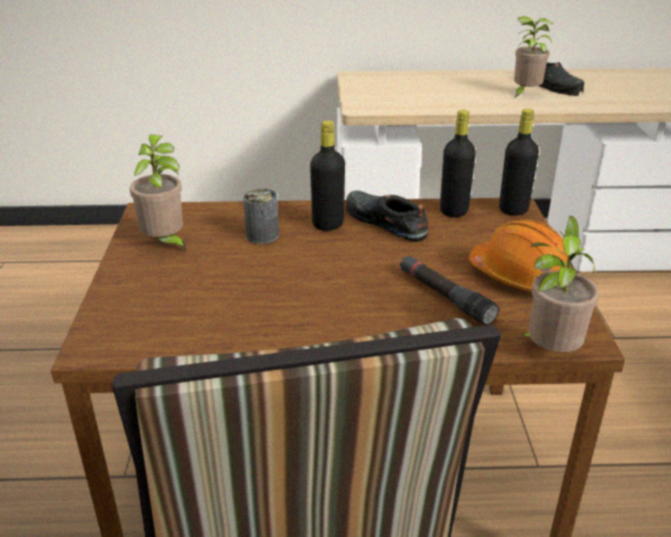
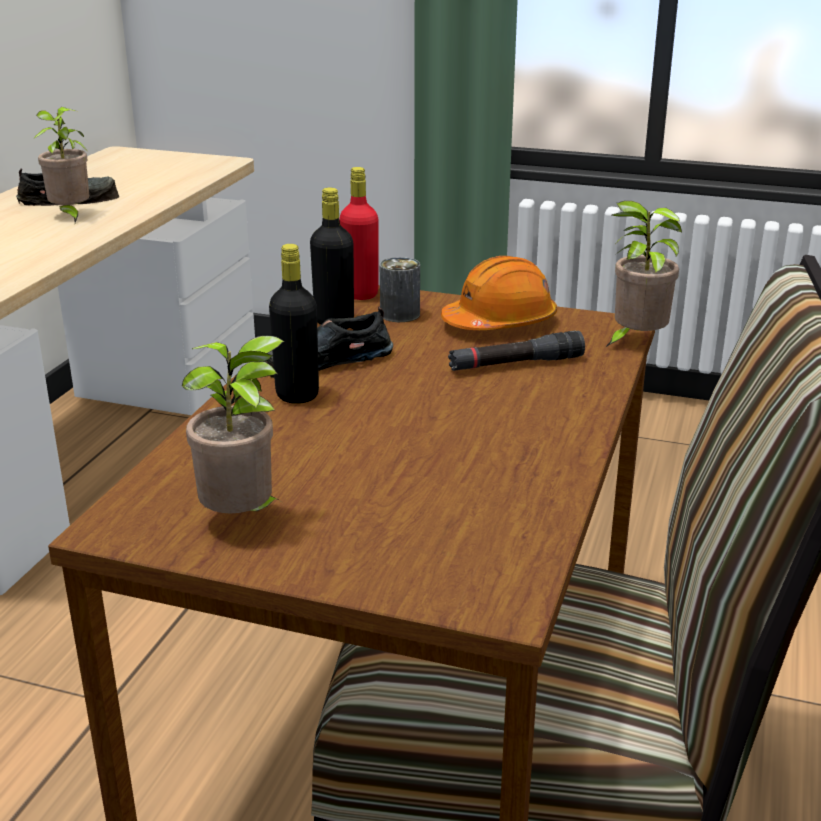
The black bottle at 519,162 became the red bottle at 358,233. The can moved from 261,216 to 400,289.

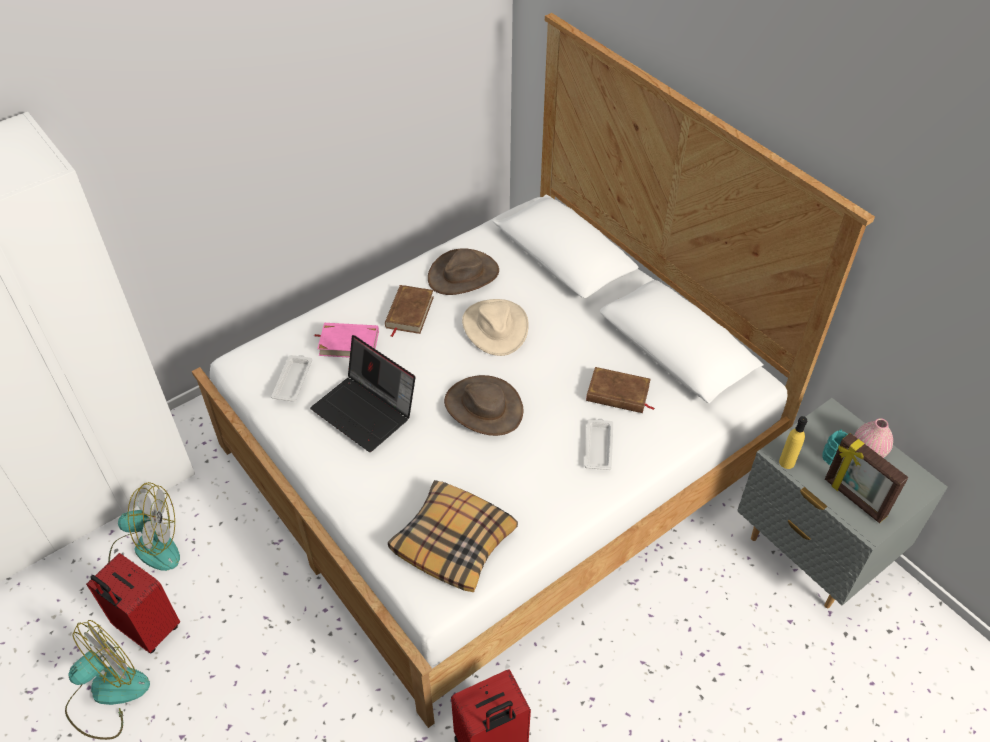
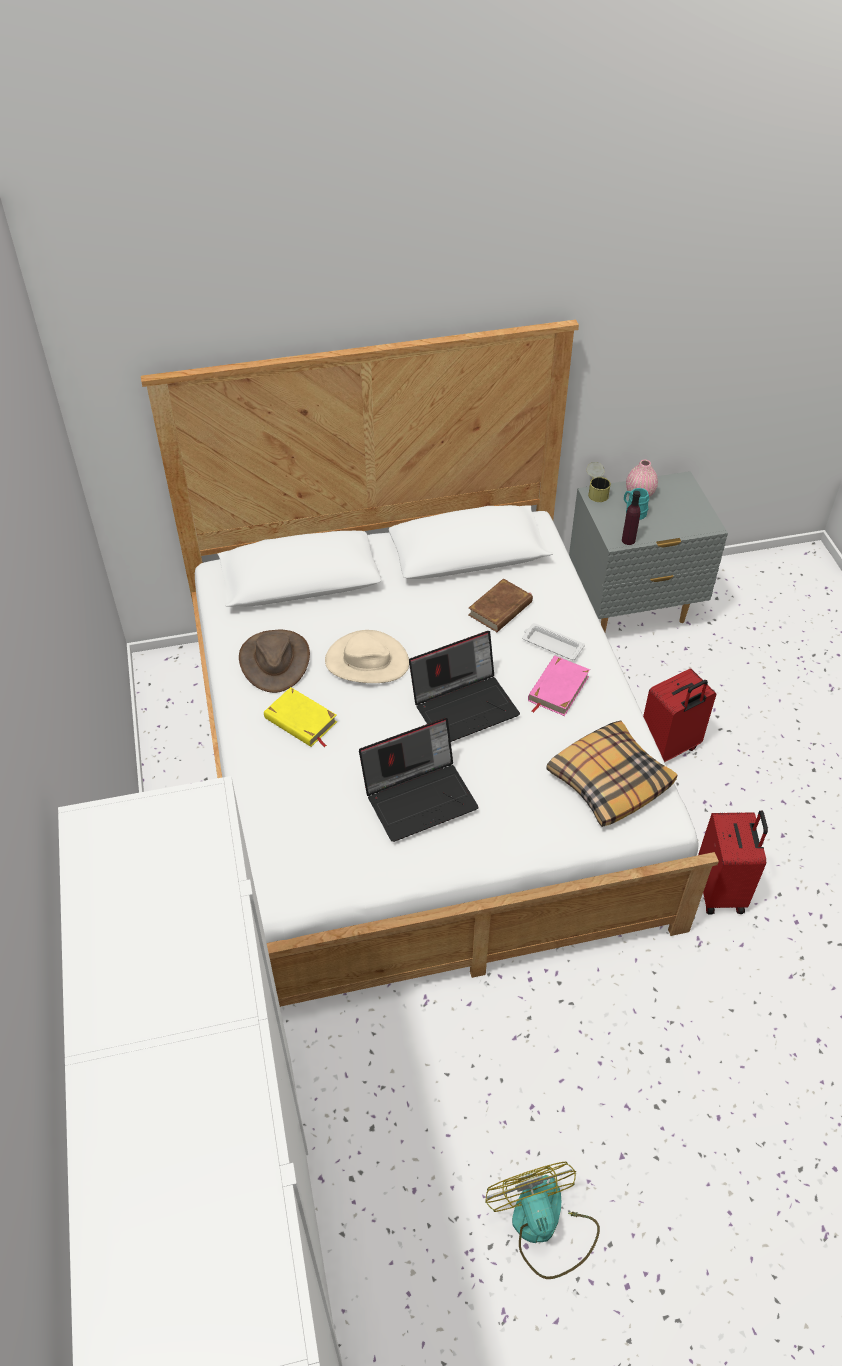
The brown book at 409,311 became the yellow book at 300,717. The brown hat at 483,405 was replaced by the laptop at 464,686. The pink book moved from 346,340 to 559,686. The can at 599,482 appeared. The yellow bottle at 793,442 became the purple bottle at 631,518. The red suitcase moved from 133,603 to 679,715. The fan at 144,526 disappeared. The white tray at 291,378 disappeared. The picture frame at 866,478 disappeared.

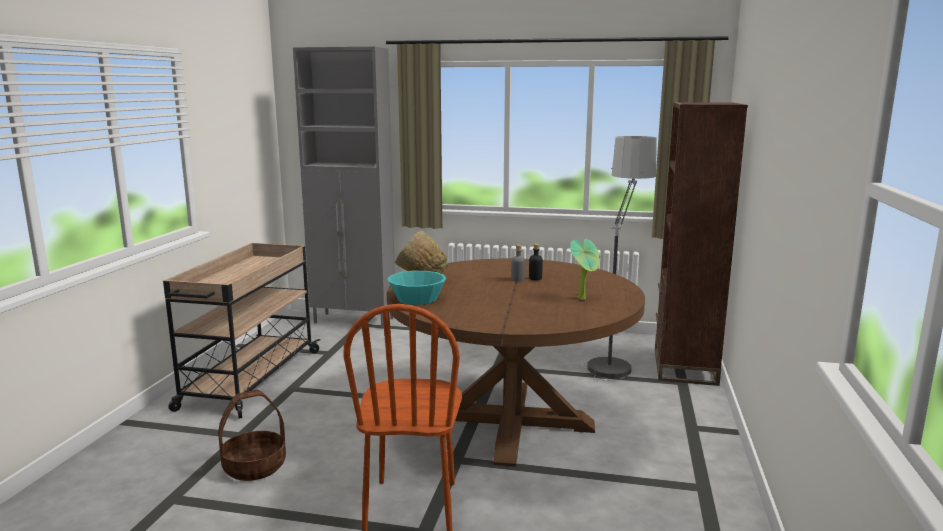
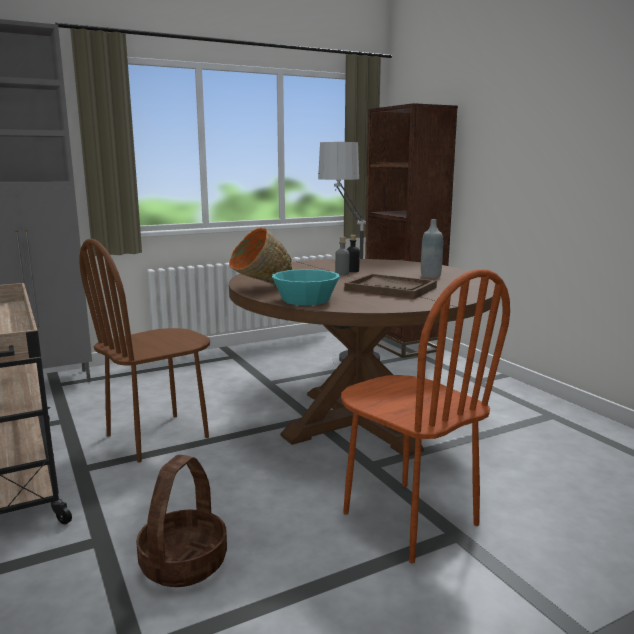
The brown chair at 144,351 appeared. The brown tray at 390,286 appeared. The potted plant at 584,269 was replaced by the grey bottle at 432,248.

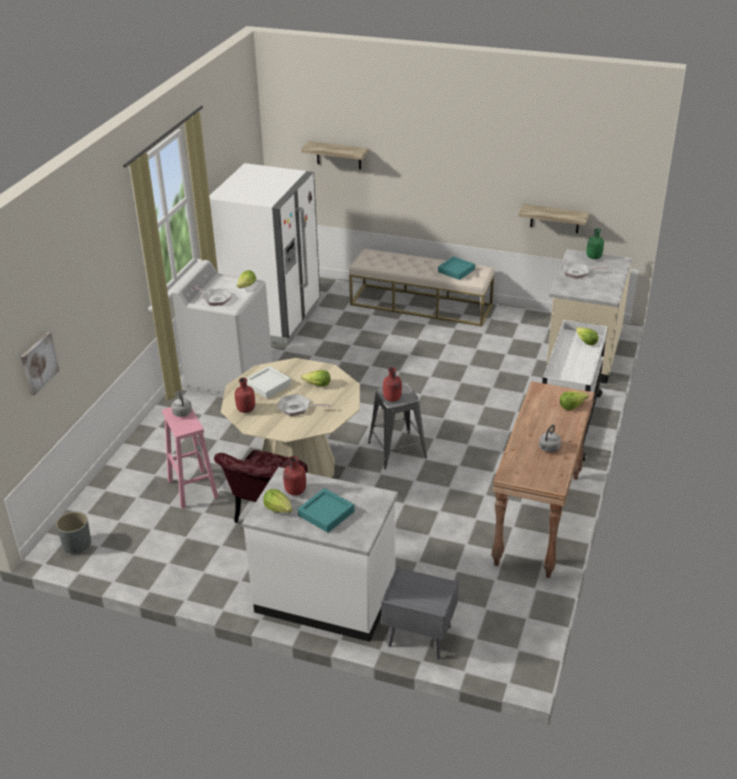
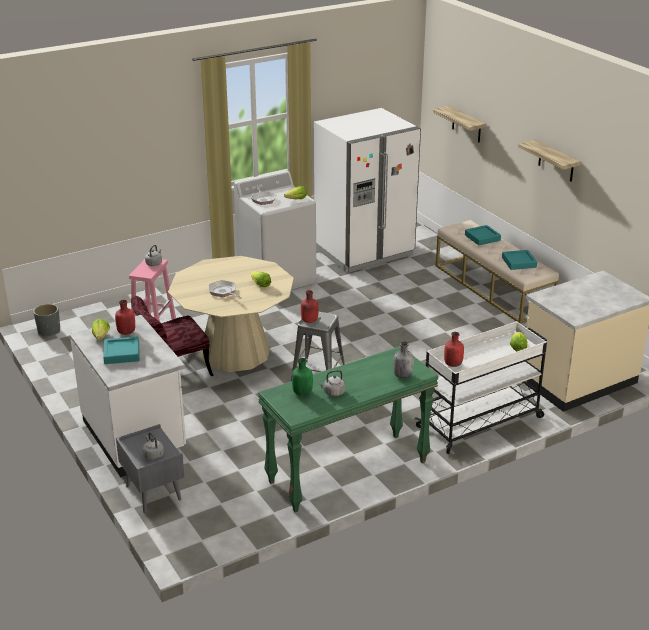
The grey kettle at 153,446 appeared. The brown console table at 543,479 became the green console table at 348,429. The green bottle moved from 595,244 to 302,377. The lettuce at 574,400 was replaced by the grey bottle at 403,359. The red bottle moved from 245,395 to 454,349. The turquoise tray at 483,235 appeared. The shelf moved from 553,218 to 549,161. The picture at 40,364 disappeared. The white tray at 269,382 disappeared. The frying pan at 586,270 disappeared.

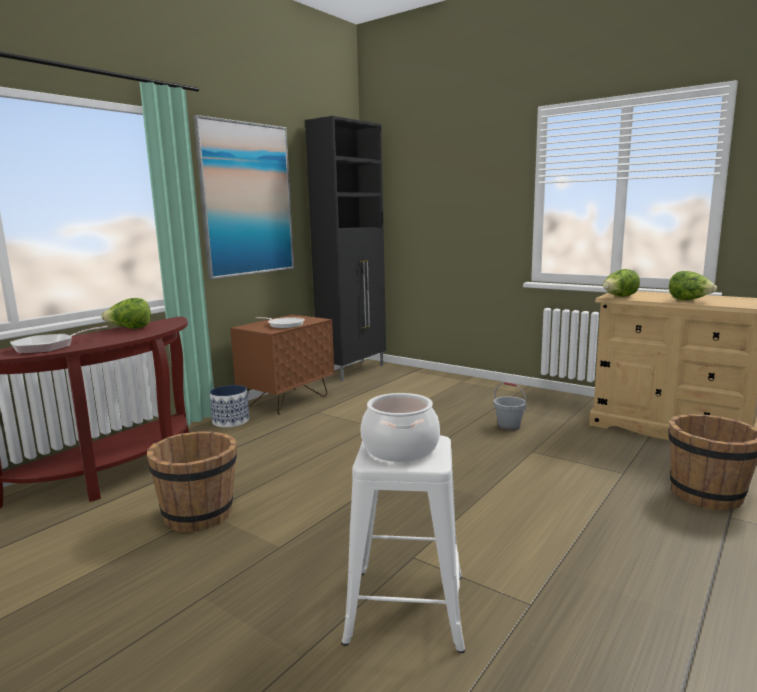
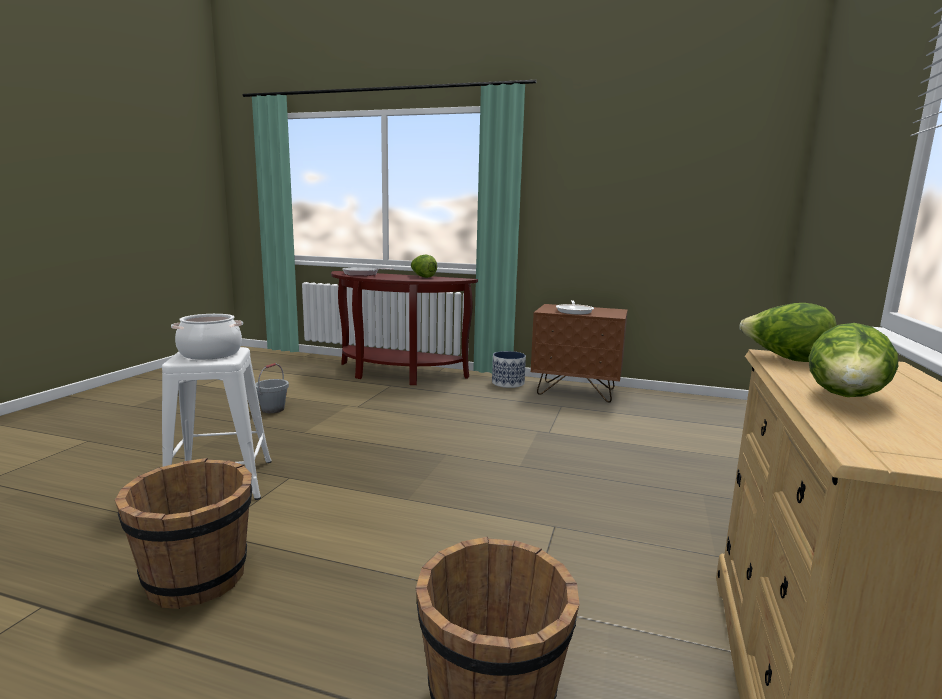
The brown bucket moved from 192,481 to 183,533. The grey bucket moved from 510,406 to 272,388. The picture at 243,197 disappeared. The black cabinet at 345,248 disappeared.

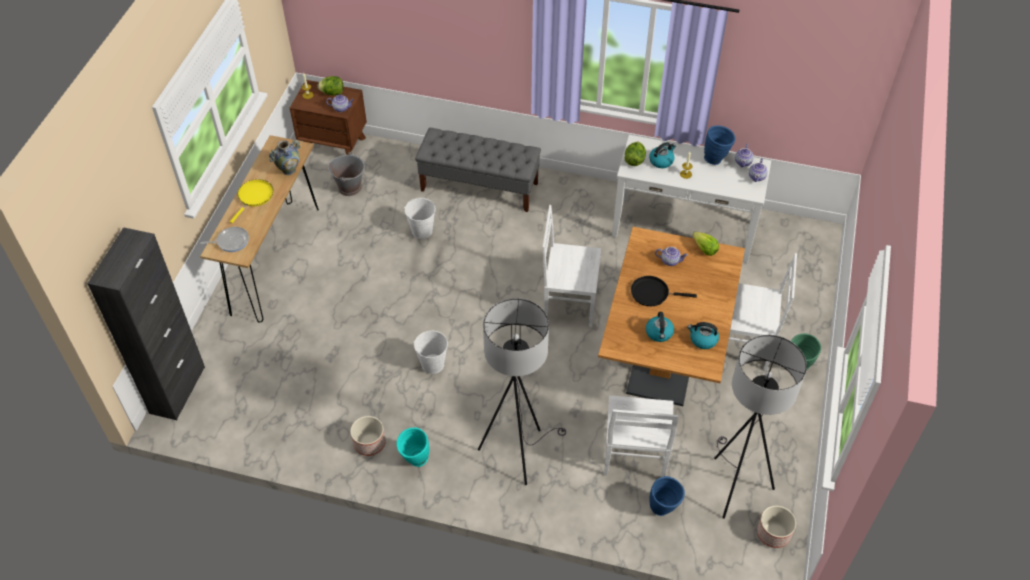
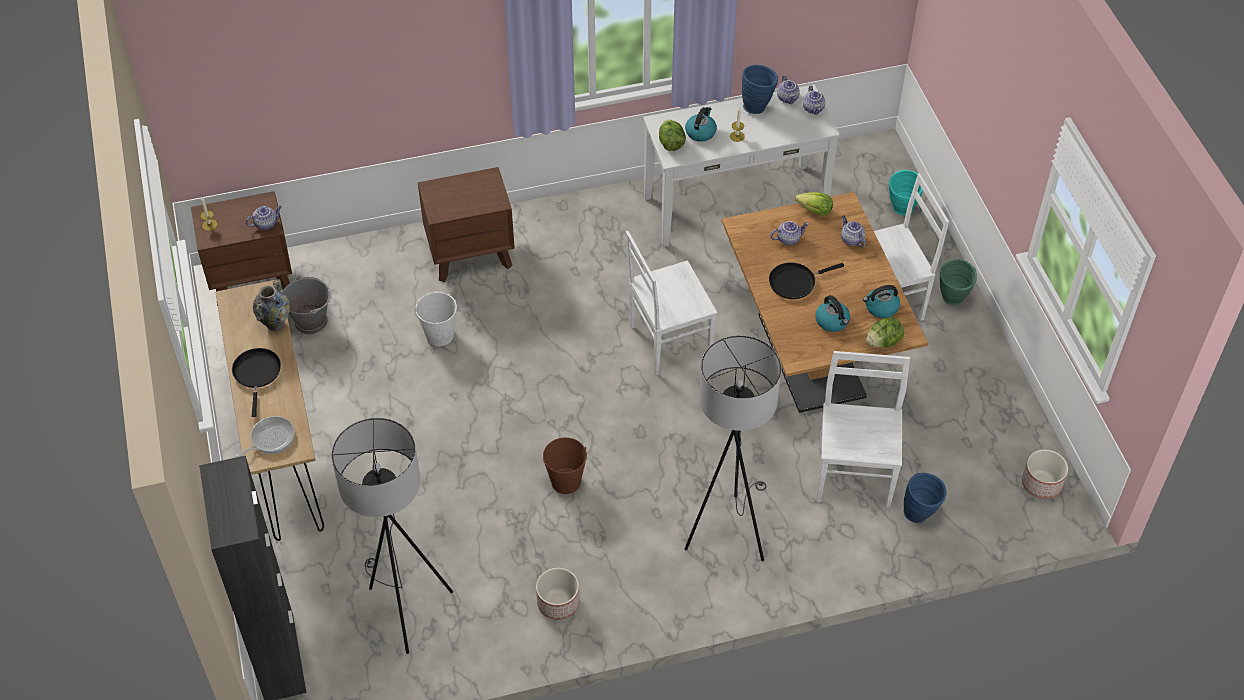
The yellow frying pan at 251,201 became the black frying pan at 256,382. The grey floor lamp moved from 760,427 to 392,536. The grey bench at 478,170 was replaced by the brown nightstand at 466,224. The white bucket at 431,352 became the brown bucket at 565,465. The white chair at 641,436 turned 150 degrees counterclockwise. The teapot at 853,231 appeared. The lettuce moved from 330,86 to 885,332. The turquoise vase moved from 412,447 to 906,192.

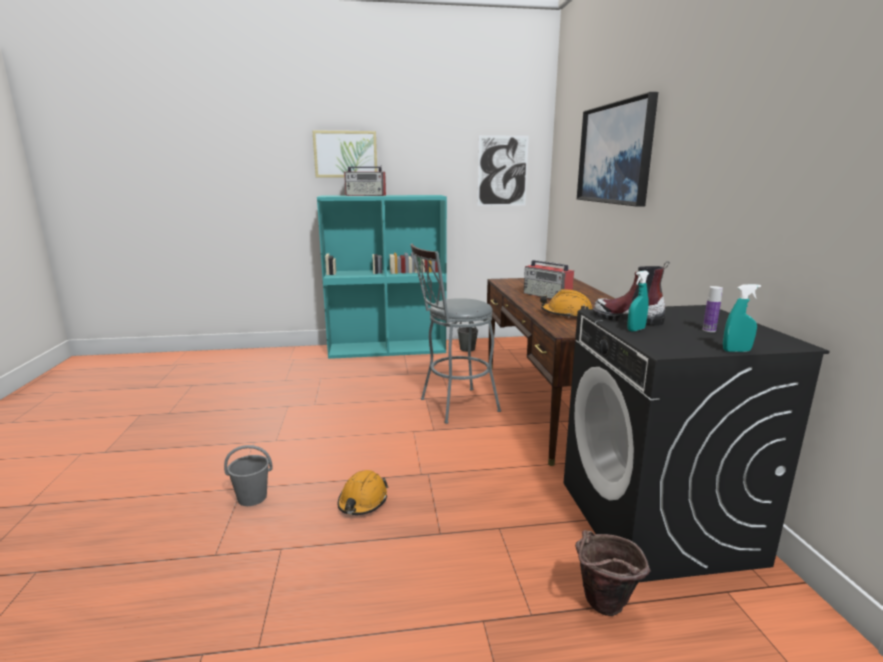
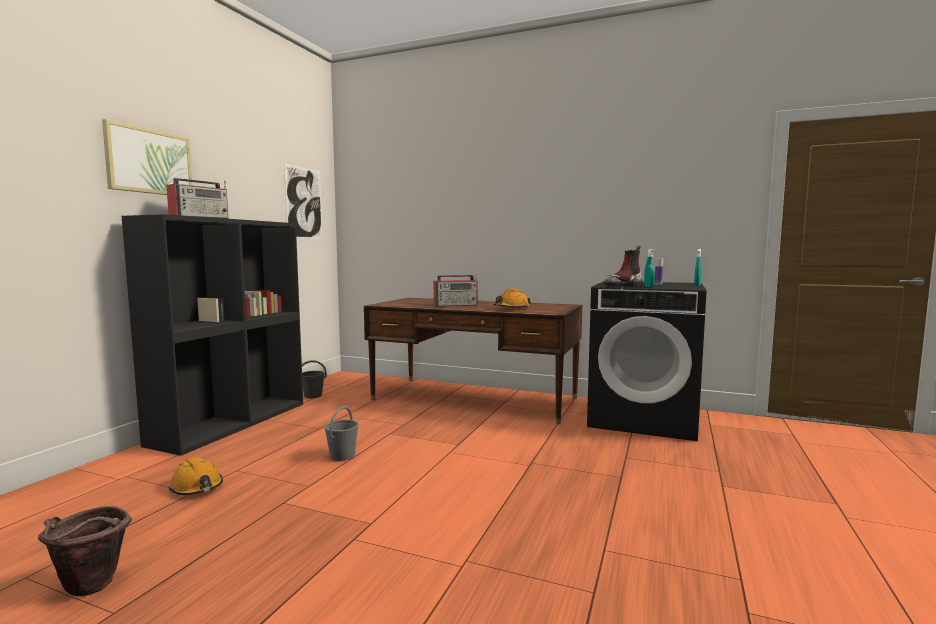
The brown bucket moved from 613,573 to 85,551. The turquoise bookcase at 382,277 became the black bookcase at 212,335. The orange hard hat moved from 363,492 to 196,476. The grey bucket moved from 248,475 to 341,433. The grey stool at 455,334 disappeared. The picture at 617,149 disappeared.

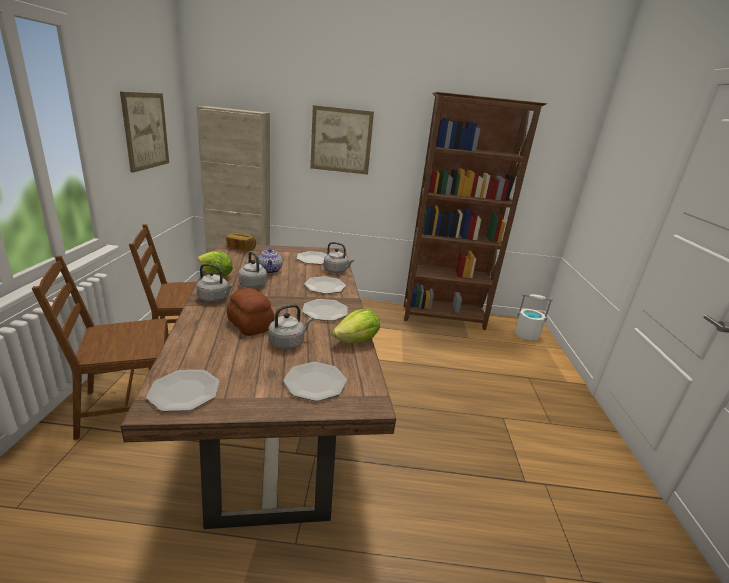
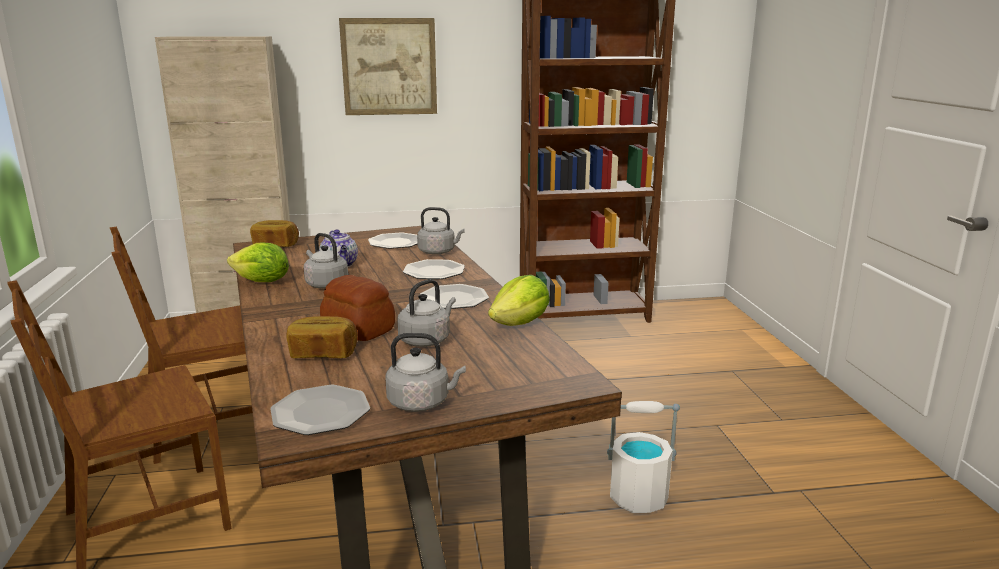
The bread at 322,337 appeared. The grey kettle moved from 215,283 to 425,372. The white bucket moved from 534,316 to 643,457. The picture at 144,132 disappeared. The plate at 315,381 disappeared.

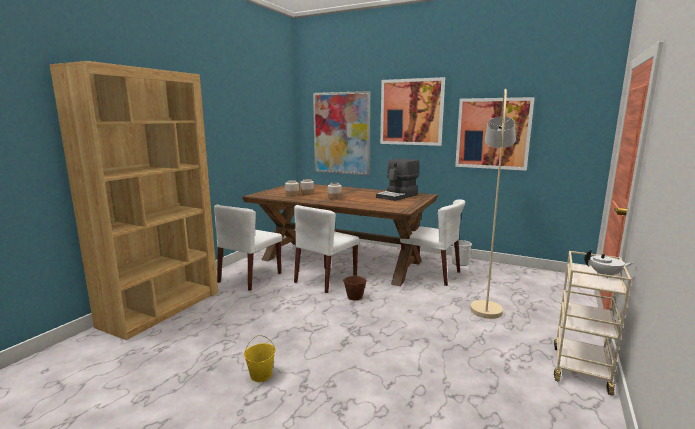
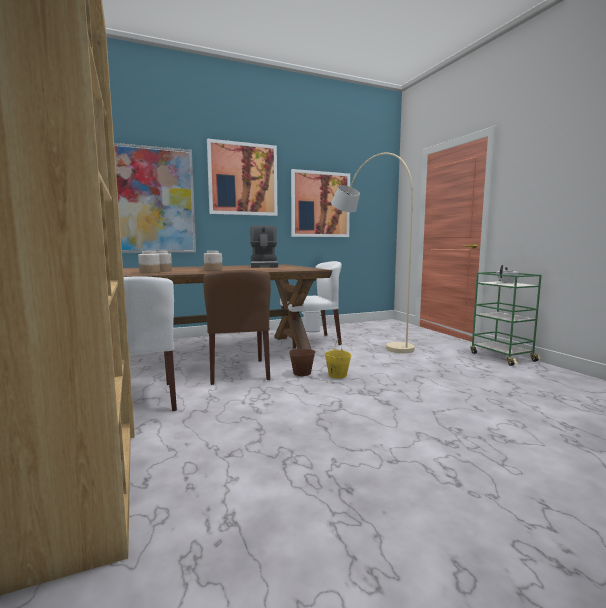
The white chair at 327,249 became the brown chair at 237,327. The yellow bucket moved from 259,358 to 338,359. The beige cart at 592,323 became the green cart at 506,319.

